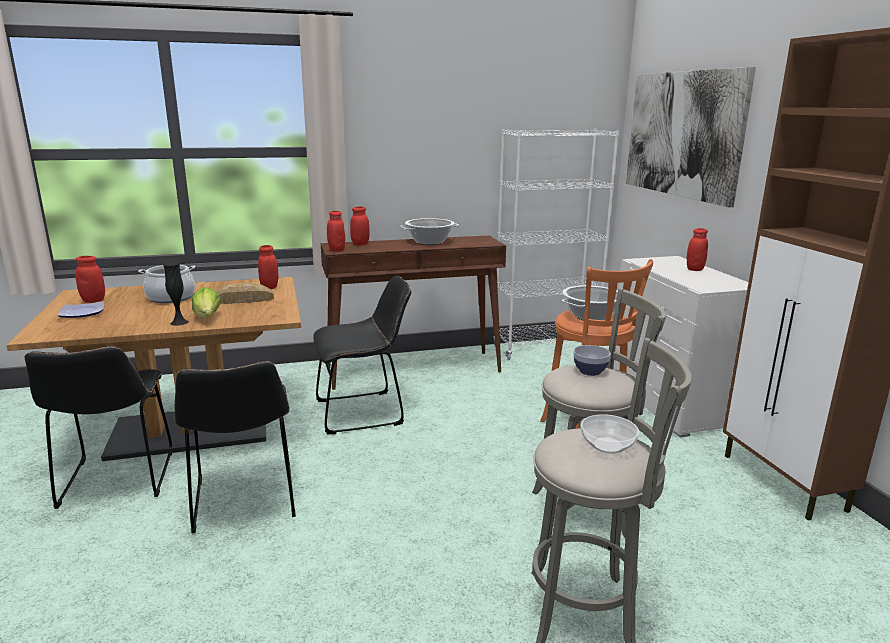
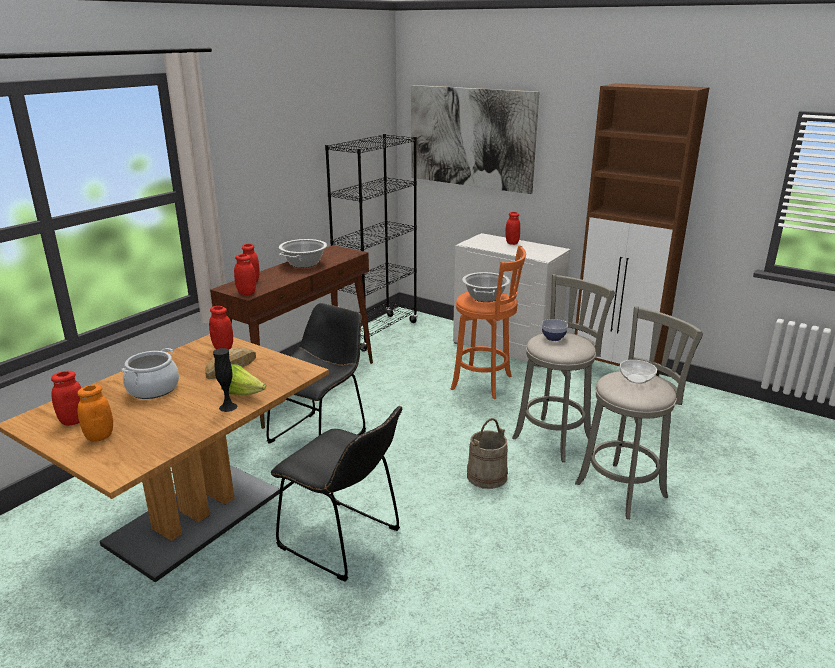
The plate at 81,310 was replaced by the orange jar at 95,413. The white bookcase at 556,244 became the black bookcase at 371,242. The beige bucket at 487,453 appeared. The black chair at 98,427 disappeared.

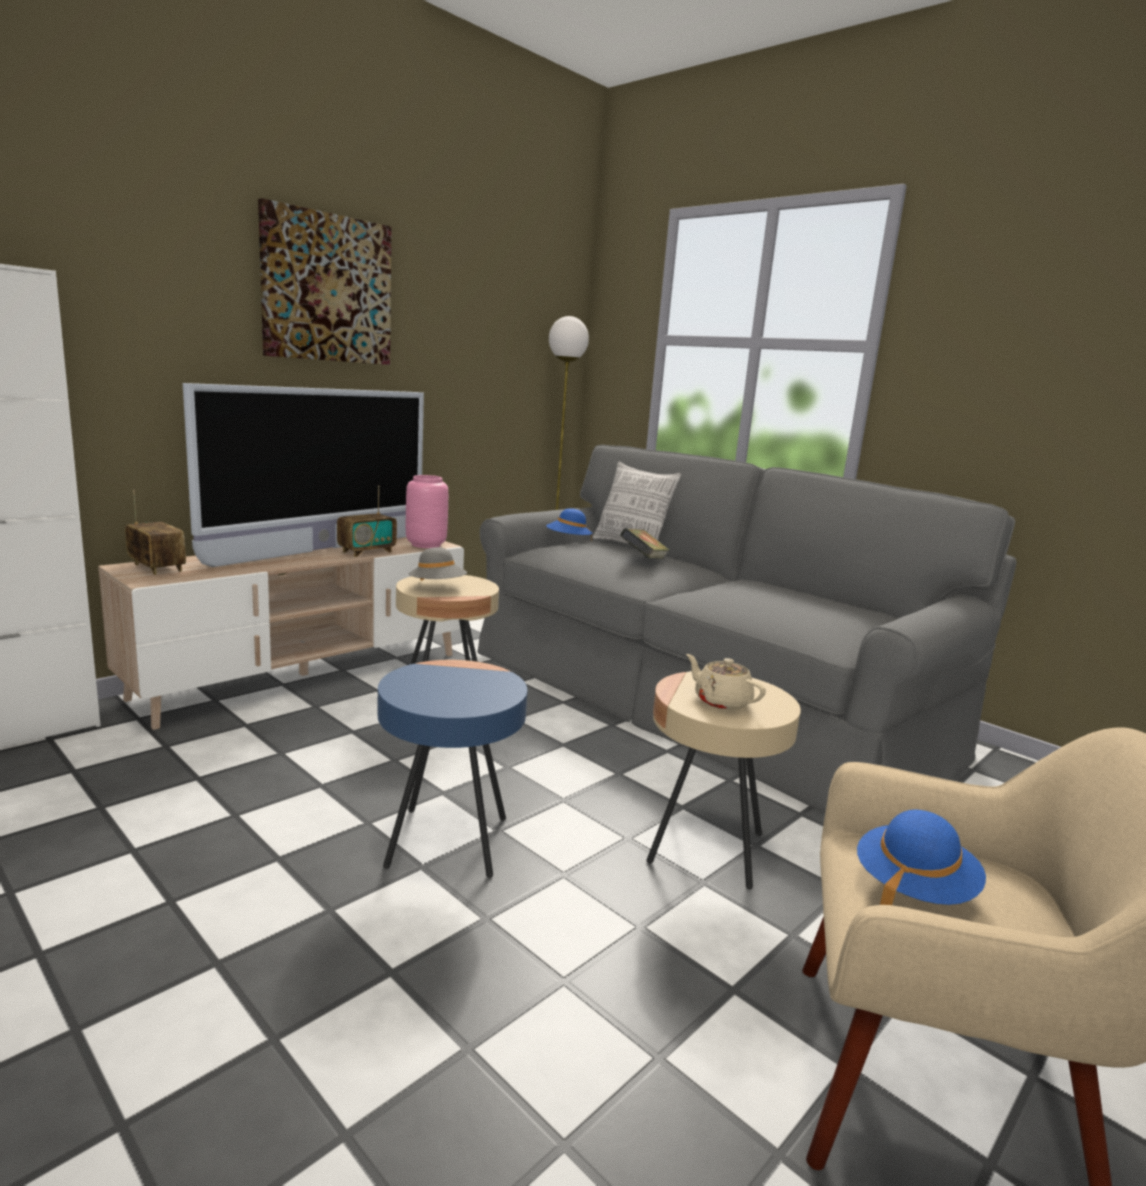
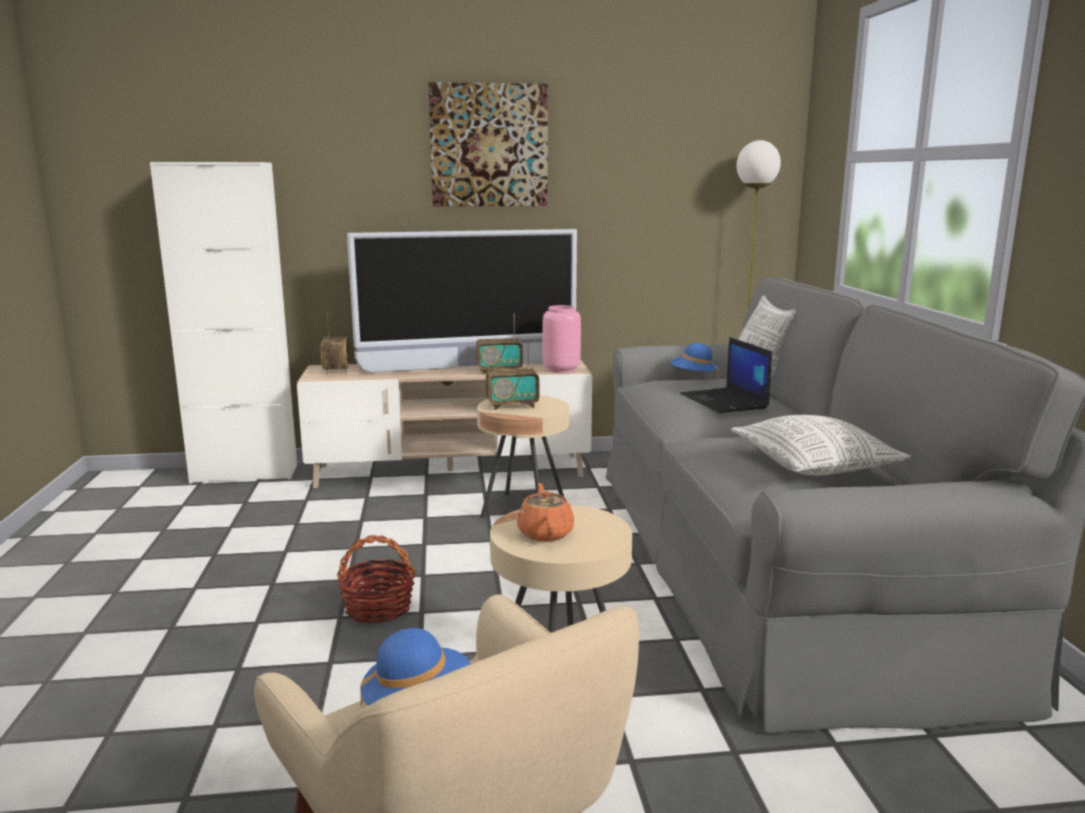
The blue side table at 453,769 was replaced by the basket at 376,579. The grey hat at 438,564 was replaced by the radio at 512,375. The beige teapot at 726,682 became the orange teapot at 545,512. The book at 645,543 was replaced by the laptop at 726,375. The pillow at 821,445 appeared.

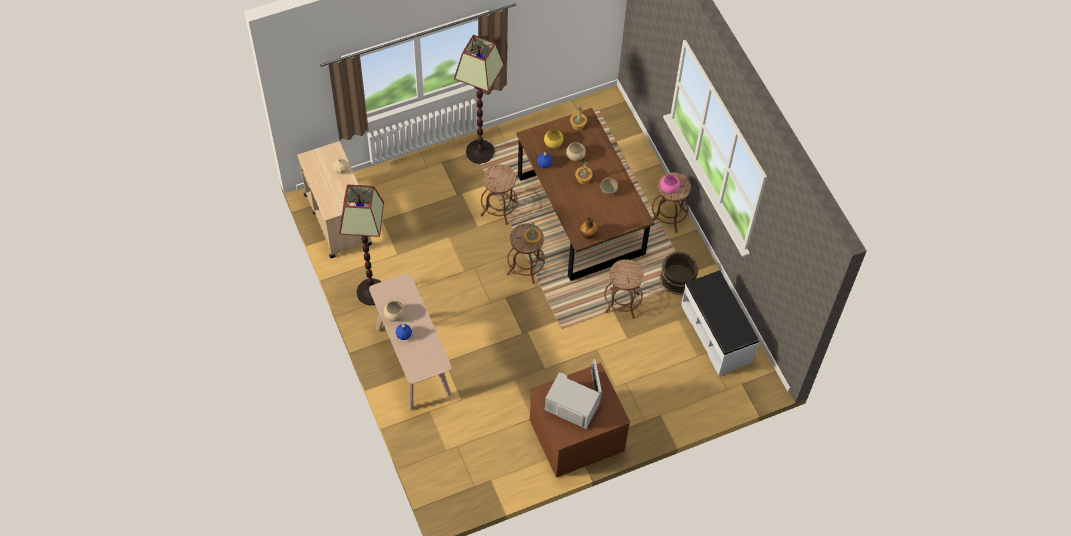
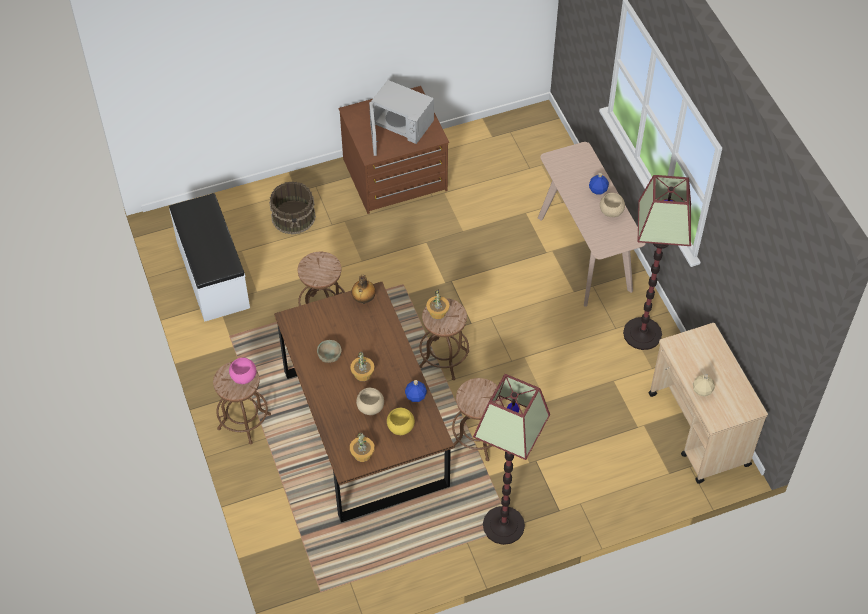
The brown bucket moved from 679,273 to 292,208.

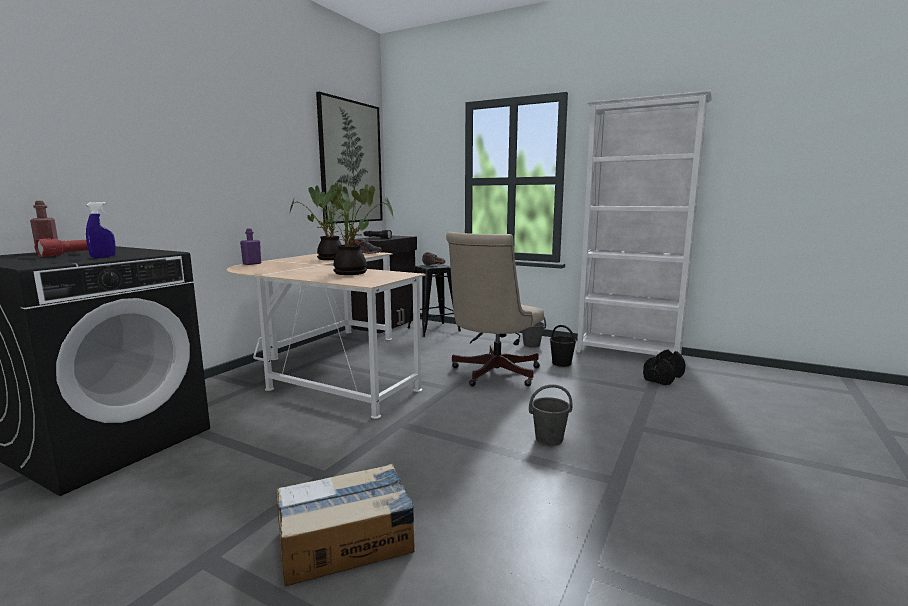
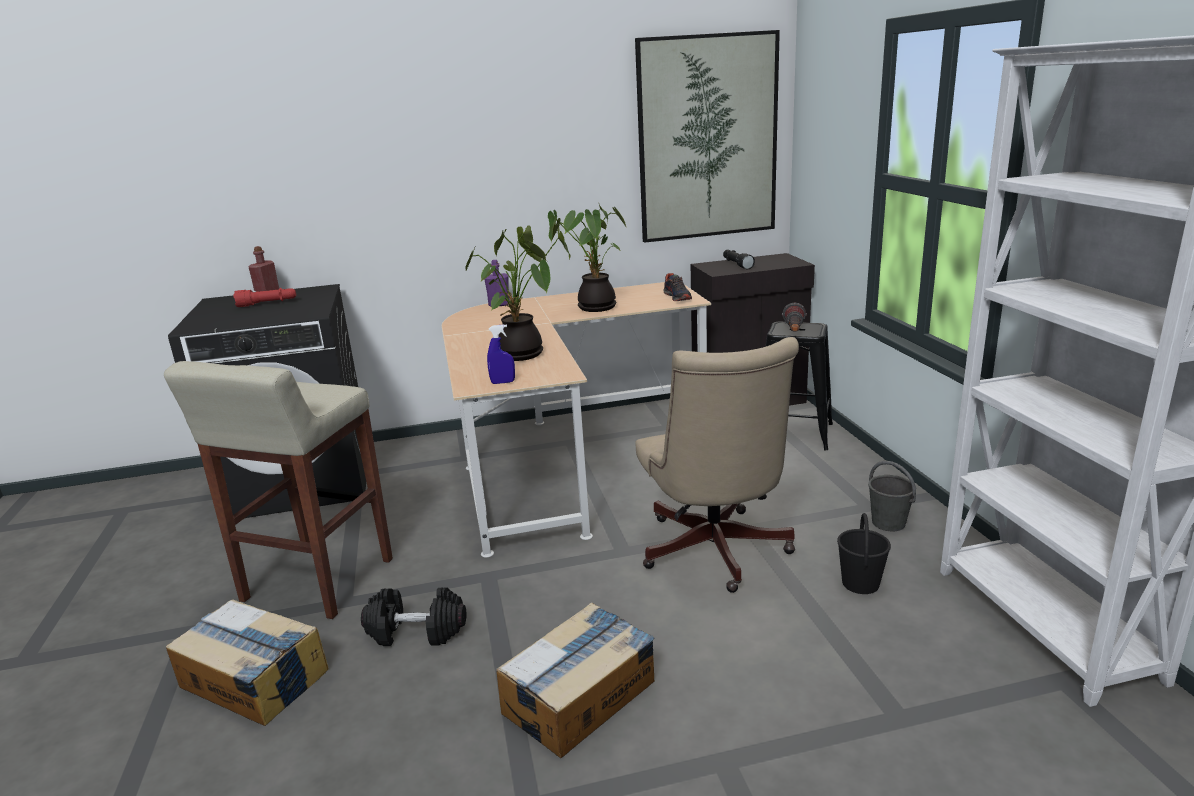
The beige stool at 278,490 appeared. The black dumbbell moved from 664,367 to 413,616. The blue spray bottle moved from 101,230 to 501,354. The grey bucket at 551,415 was replaced by the cardboard box at 575,680. The beige office chair at 495,309 turned 90 degrees counterclockwise.

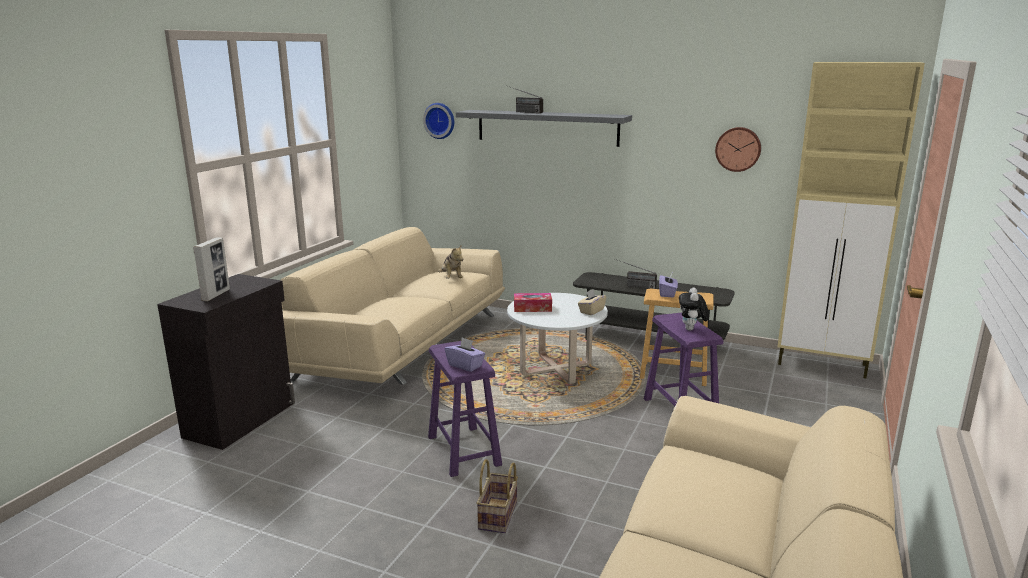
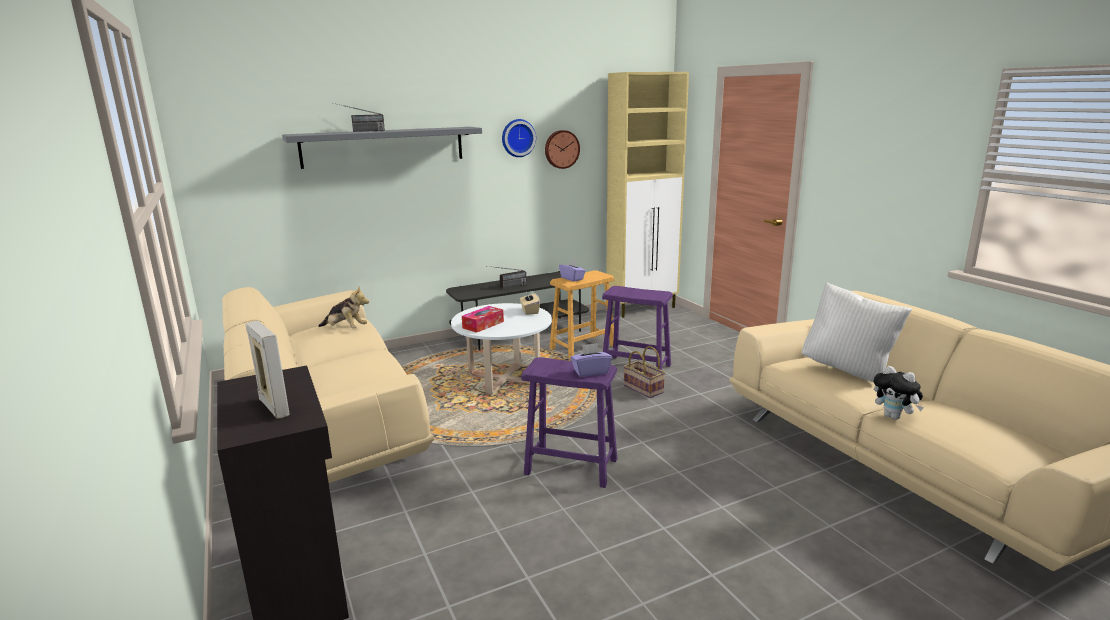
The wall clock moved from 438,121 to 519,138. The basket moved from 497,496 to 644,372. The white pillow at 857,332 appeared. The plush toy moved from 694,309 to 899,393.

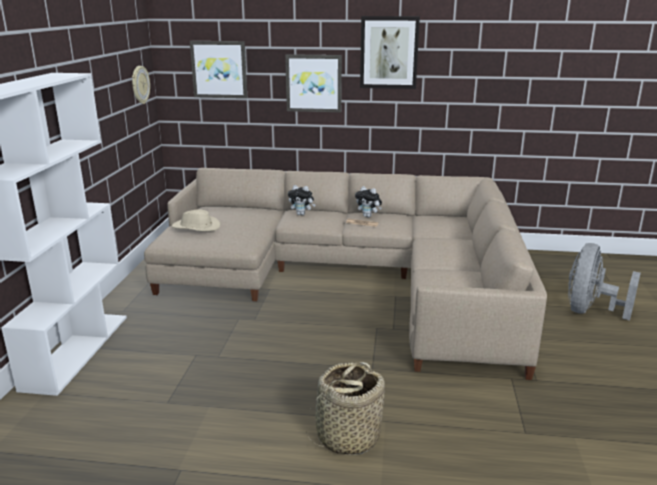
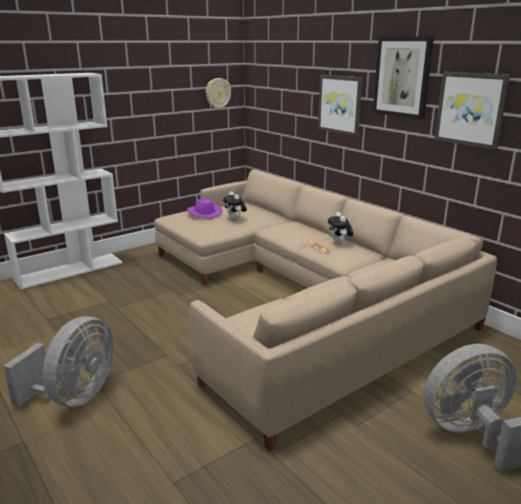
The basket at 345,408 was replaced by the grey fan at 58,361. The beige hat at 196,220 became the purple hat at 205,208. The plush toy moved from 302,200 to 235,206. The picture moved from 218,69 to 472,110.

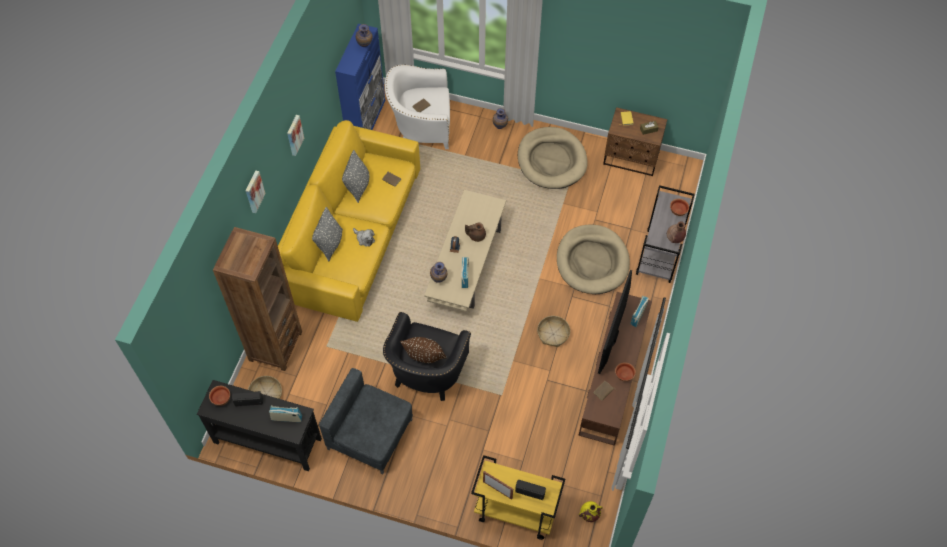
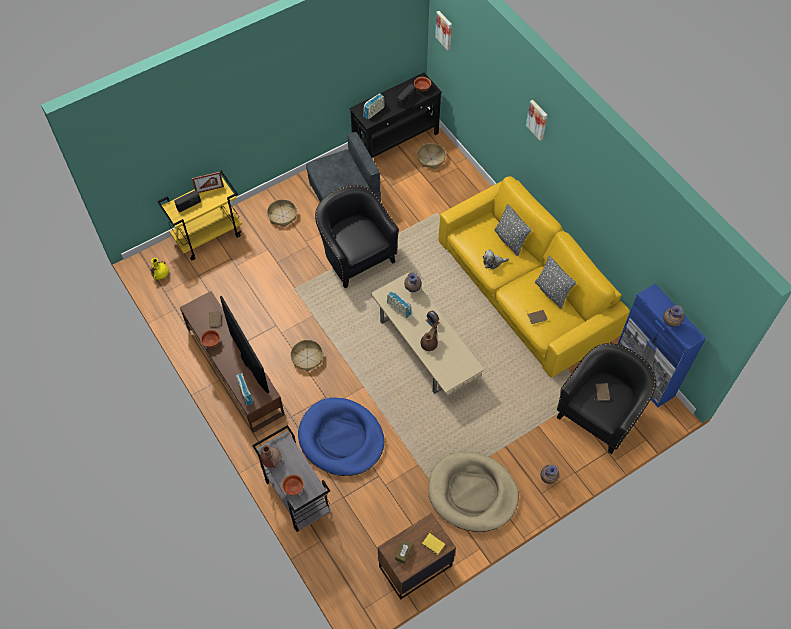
The basket at 282,213 appeared. The beige dog bed at 593,259 became the blue dog bed at 341,436. The picture moved from 295,135 to 443,30. The white armchair at 417,107 became the black armchair at 606,398. The brown bookcase at 257,299 disappeared. The brown pillow at 423,350 disappeared.

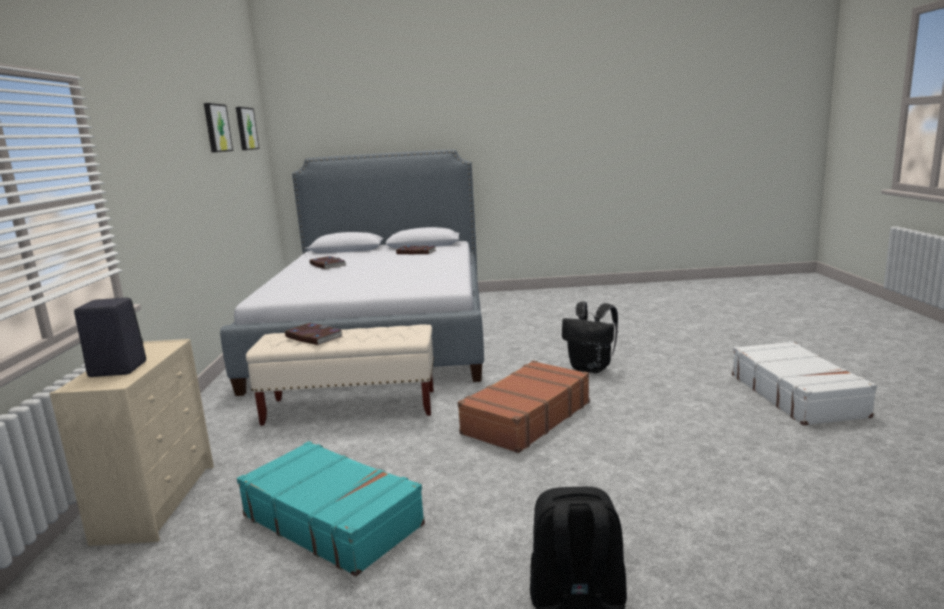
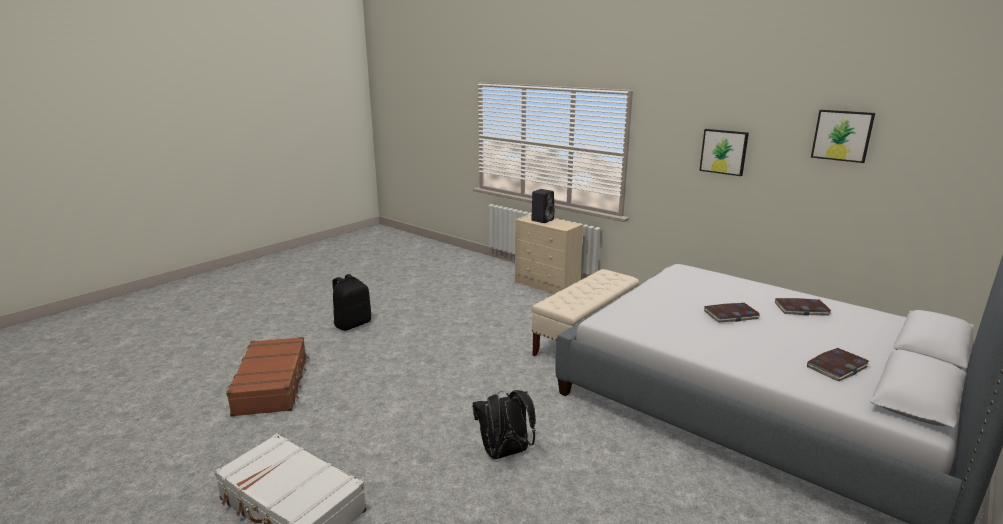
The brown suitcase moved from 524,406 to 267,377. The picture moved from 247,128 to 724,152. The book moved from 314,334 to 732,313. The turquoise suitcase at 331,509 disappeared.

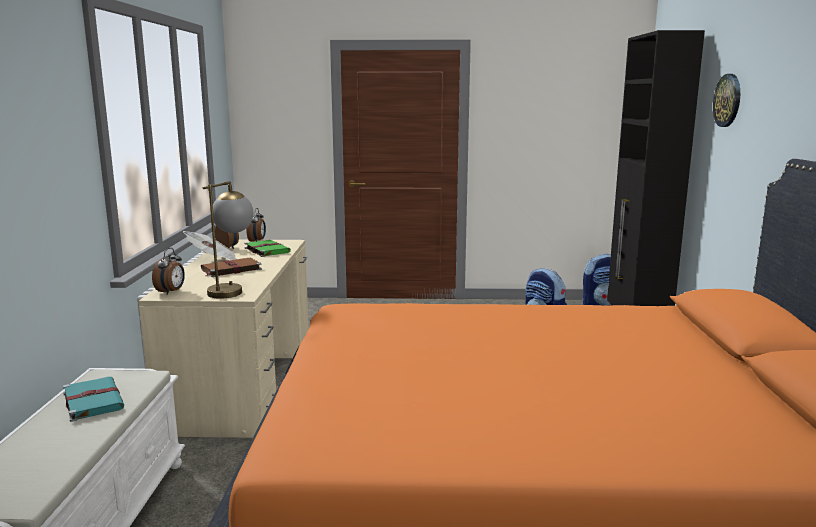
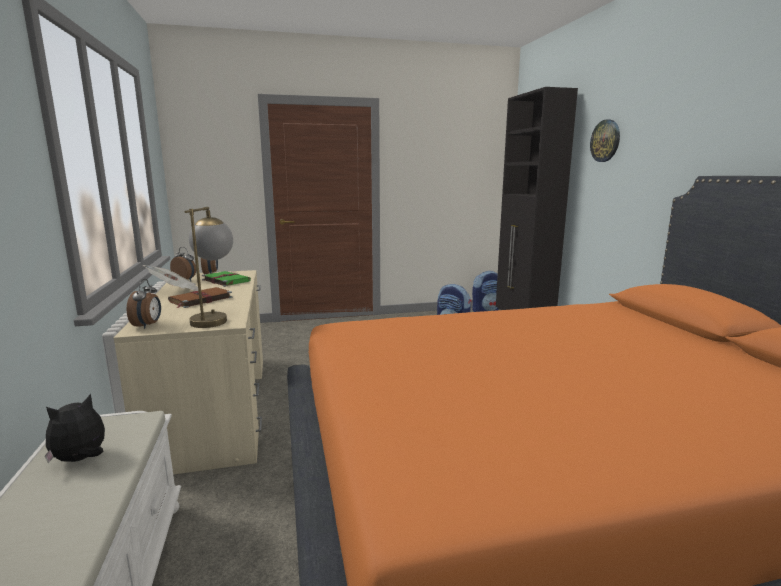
The turquoise book at 93,399 was replaced by the plush toy at 75,428.

